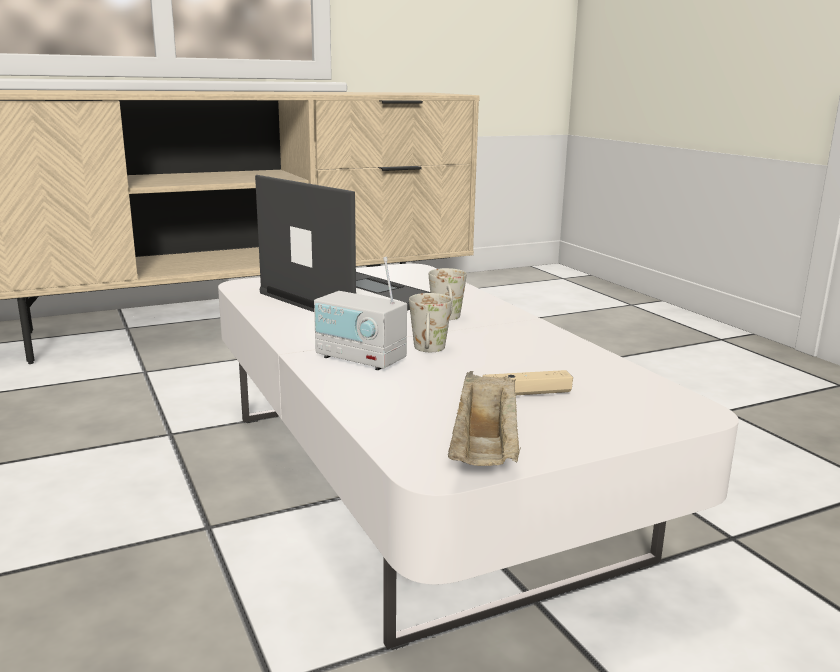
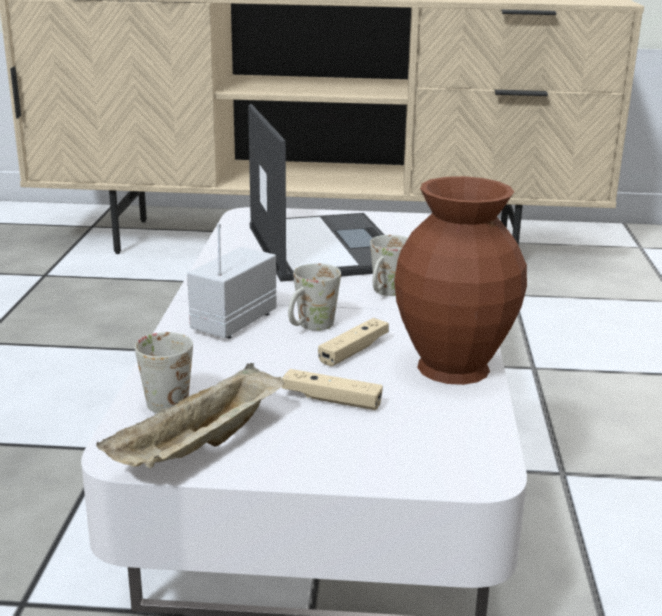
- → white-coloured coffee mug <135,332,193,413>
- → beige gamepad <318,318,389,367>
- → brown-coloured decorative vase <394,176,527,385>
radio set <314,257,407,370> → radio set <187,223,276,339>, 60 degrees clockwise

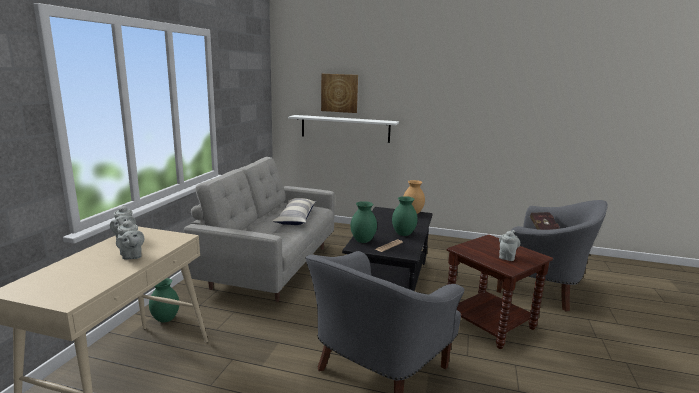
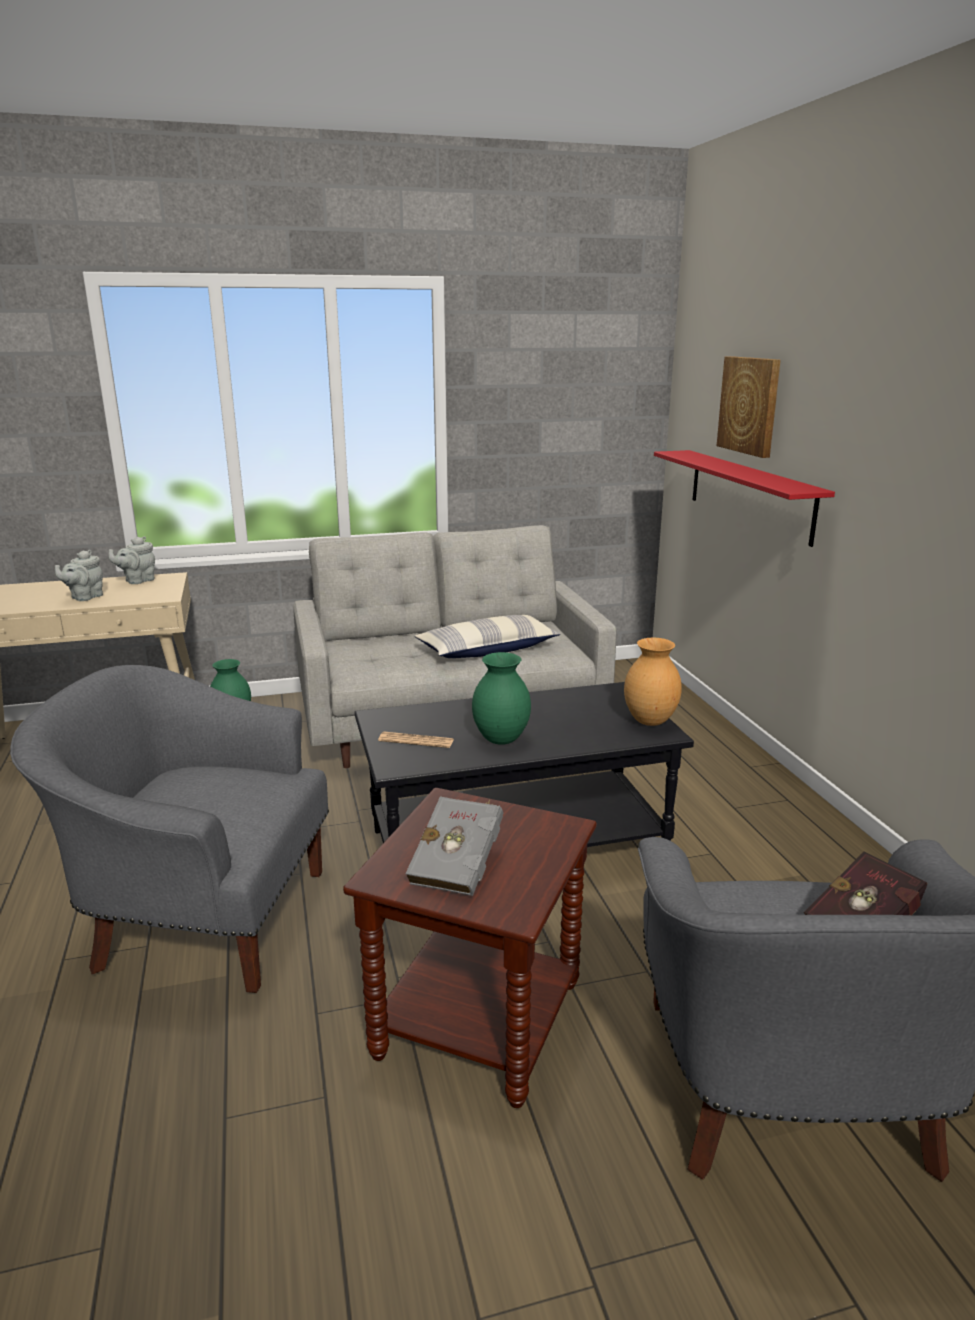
greenish decorative vase <351,201,377,243> → -
gray pot for tea <499,230,520,261> → gray bound book <405,797,503,896>
white-coloured wall shelf <288,115,399,143> → red wall shelf <654,450,835,547>

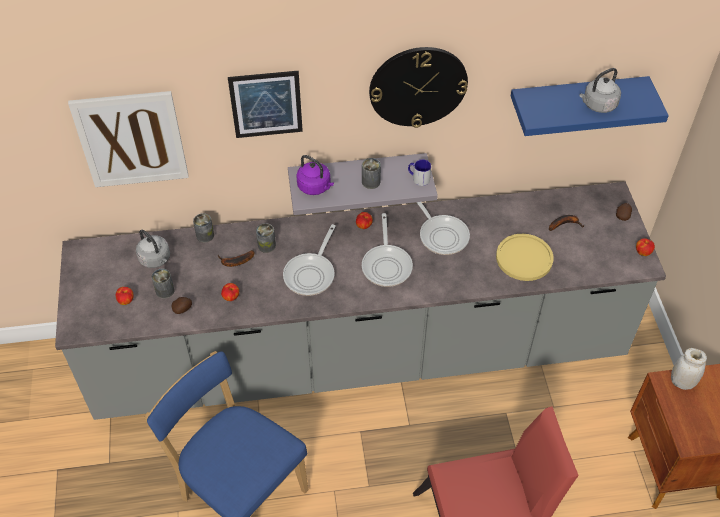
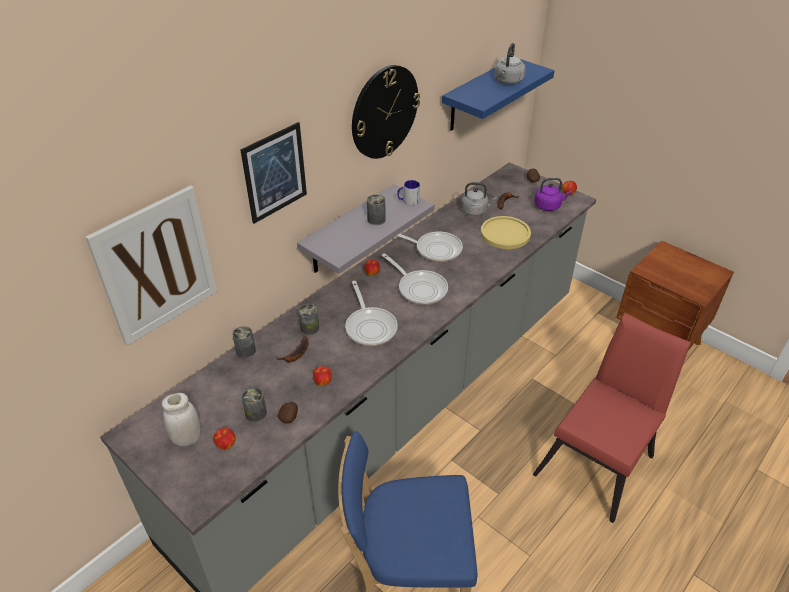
gray tea kettle <136,229,170,268> → gray tea kettle <461,182,497,216>, shifted
purple tea kettle <296,155,334,195> → purple tea kettle <534,178,572,211>, shifted
white-coloured preserve jar <671,348,707,390> → white-coloured preserve jar <162,393,201,446>, shifted

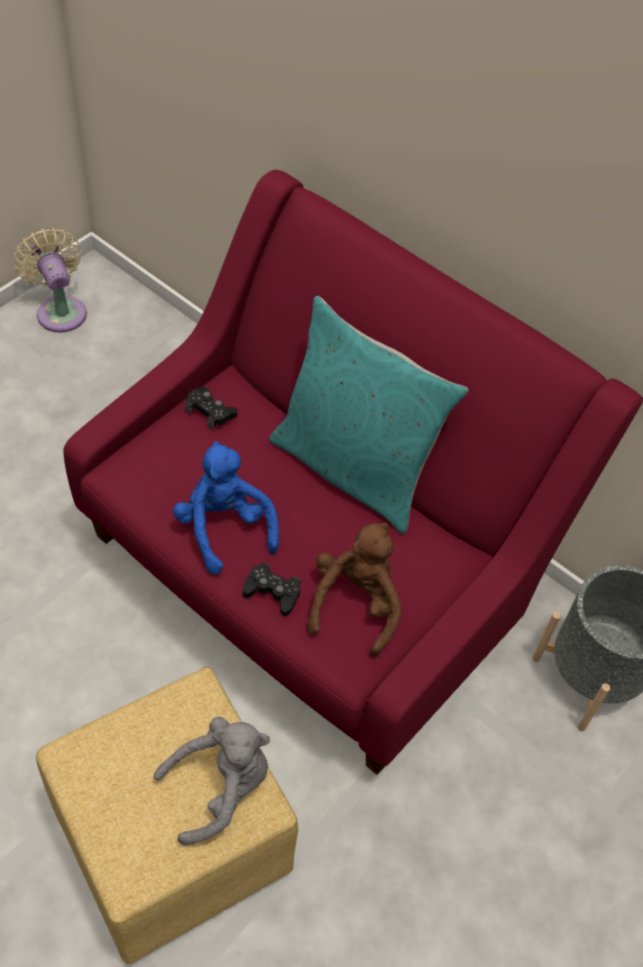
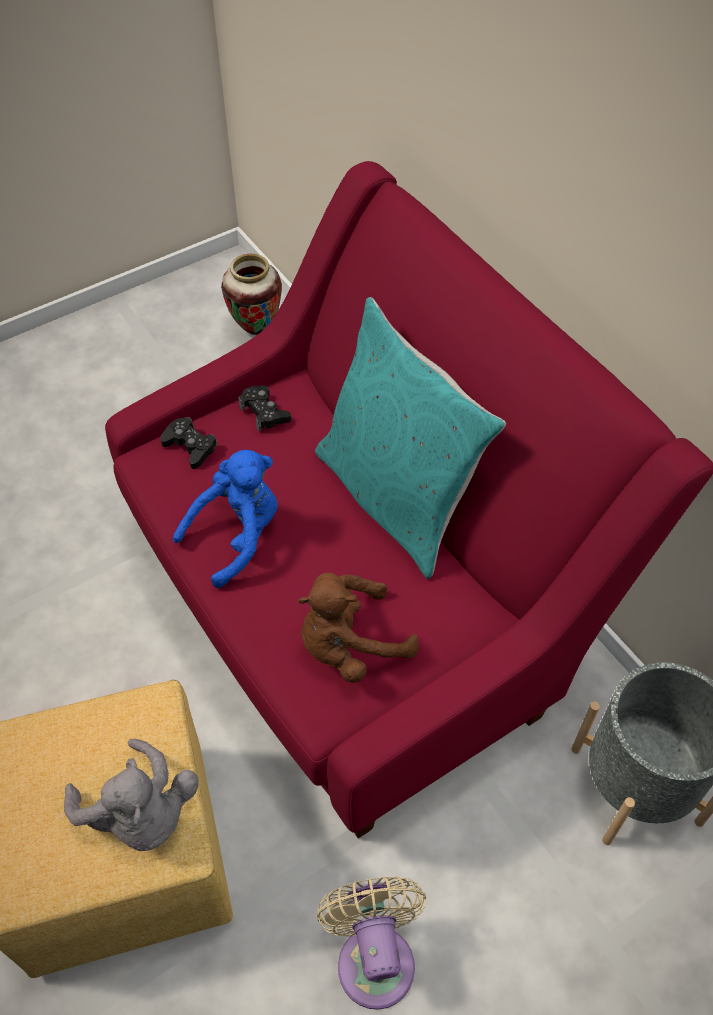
- → decorative vase <221,253,282,335>
beige electric fan <14,228,87,333> → beige electric fan <317,876,426,1010>, shifted
black-coloured gamepad <242,563,301,616> → black-coloured gamepad <160,417,218,469>, shifted
gray cuddly toy <154,717,270,845> → gray cuddly toy <64,739,199,851>, 60 degrees clockwise
bluish cuddly toy <173,441,279,574> → bluish cuddly toy <173,450,277,588>, 60 degrees clockwise
brown-coloured cuddly toy <307,522,402,657> → brown-coloured cuddly toy <298,573,419,683>, 150 degrees counterclockwise

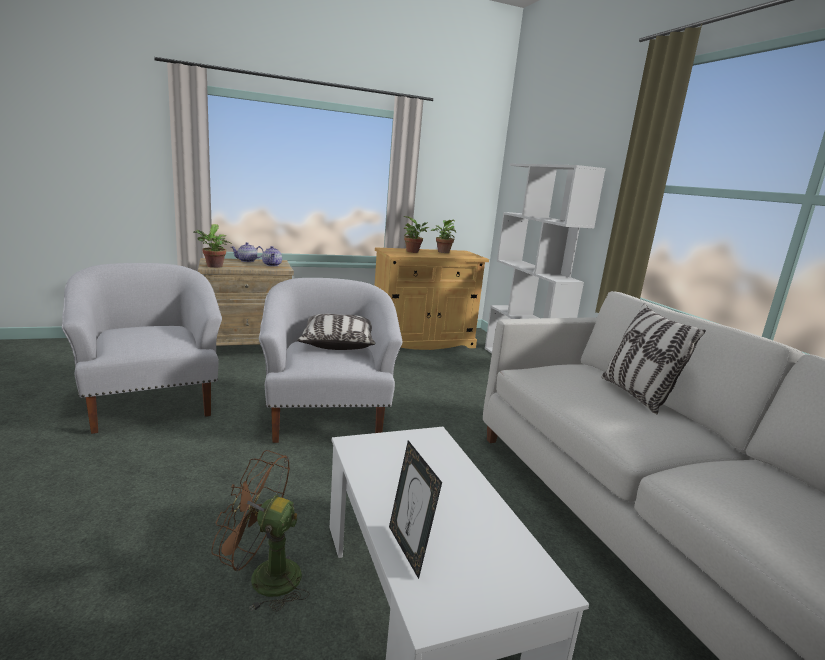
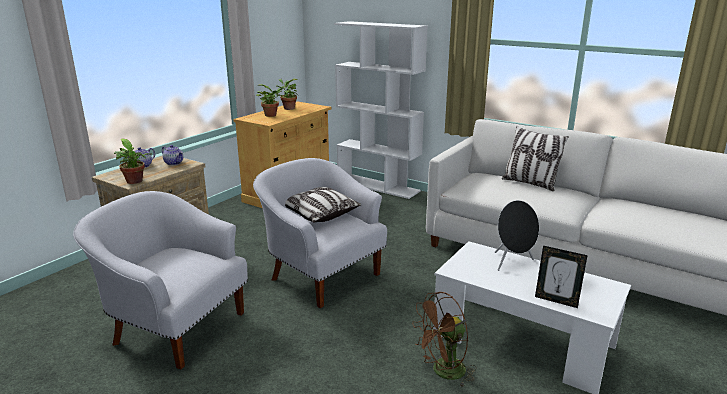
- → black-coloured speaker <495,200,539,271>

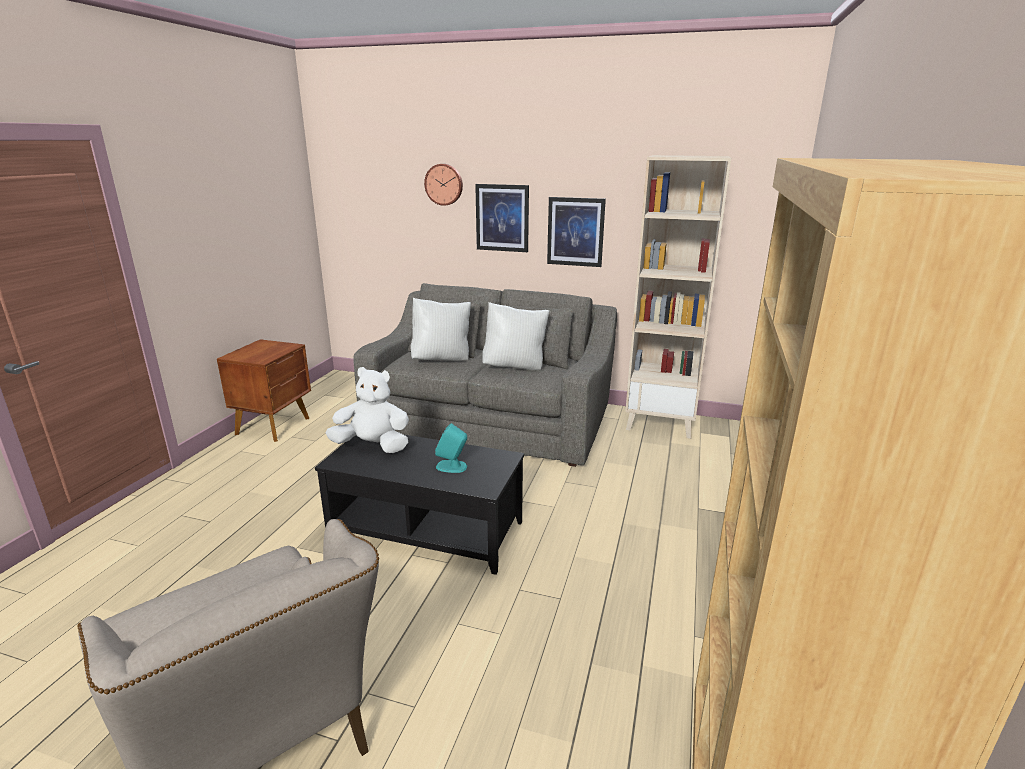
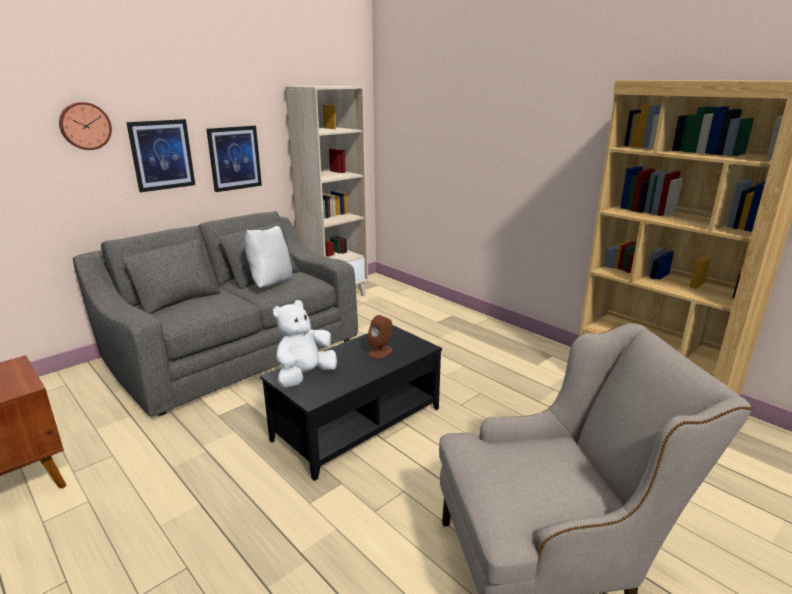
white-coloured cushion <410,298,471,361> → -
turquoise speaker <435,423,467,473> → brown-coloured speaker <367,315,393,358>

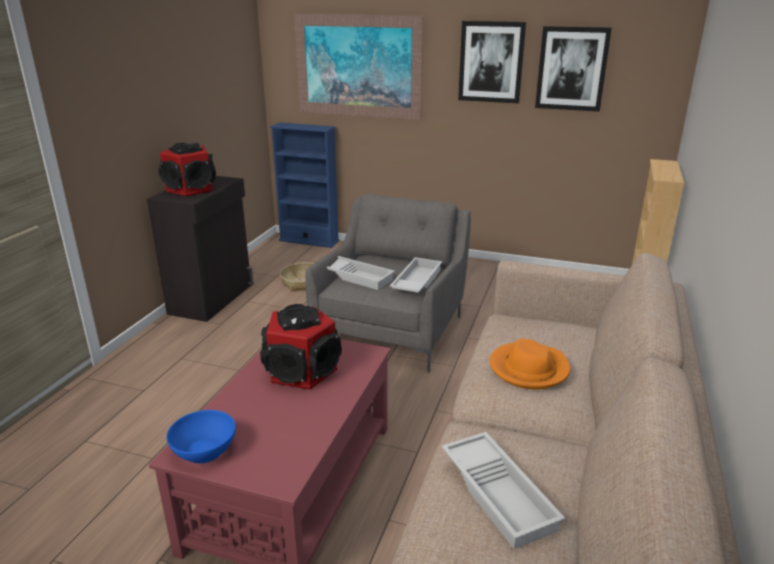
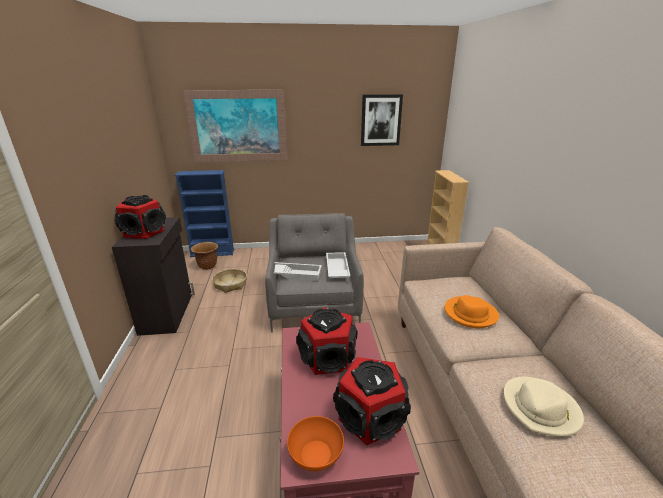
wall picture <458,21,526,103> → -
- → brown-coloured flower pot <191,242,218,270>
- → speaker <333,357,411,445>
white-coloured serving tray <442,432,565,549> → beige clothing hat <504,377,584,437>
bluish deep dish <167,410,236,463> → orange-coloured deep dish <287,416,344,471>

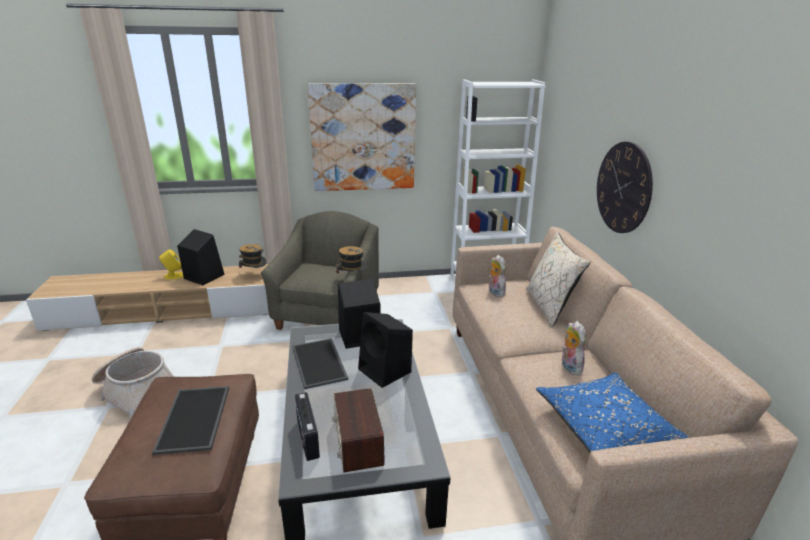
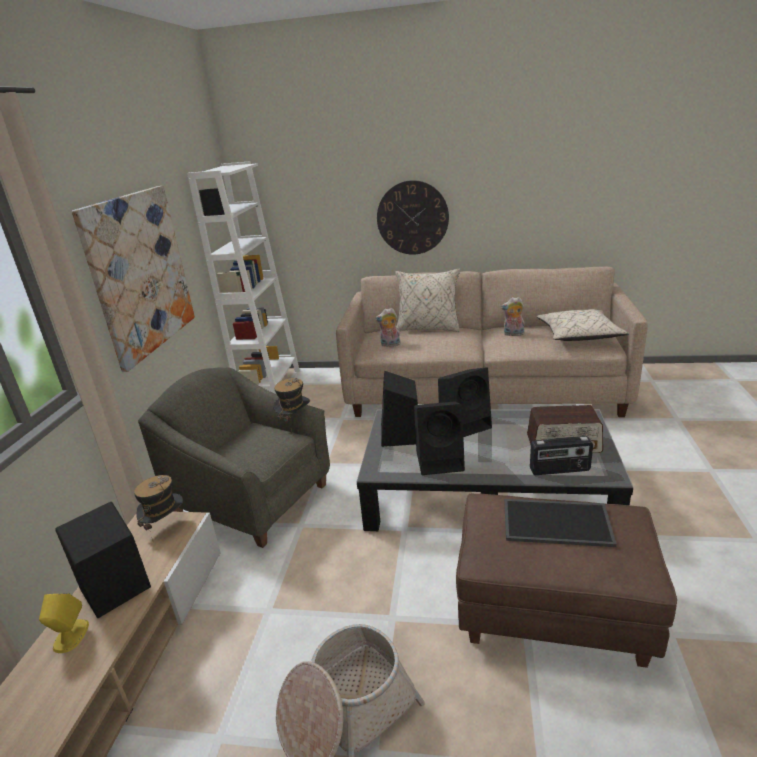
serving tray <292,338,348,389> → black-coloured speaker <414,401,465,475>
bluish cushion <536,373,689,453> → beige cushion <537,309,629,341>

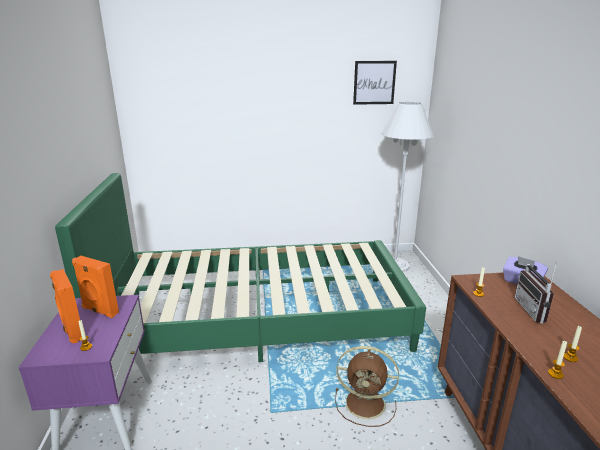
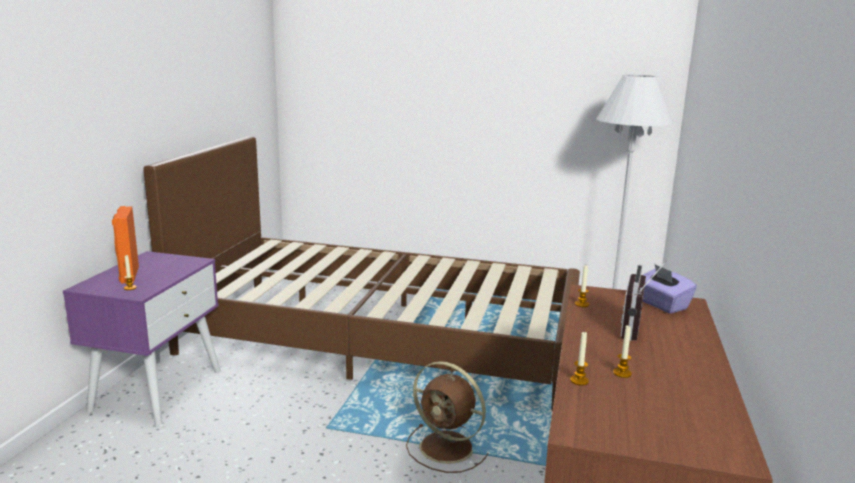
orange-coloured speaker <72,256,119,318> → -
wall picture <353,61,397,105> → -
greenish sleeping bed <55,173,426,362> → brown-coloured sleeping bed <144,136,580,411>

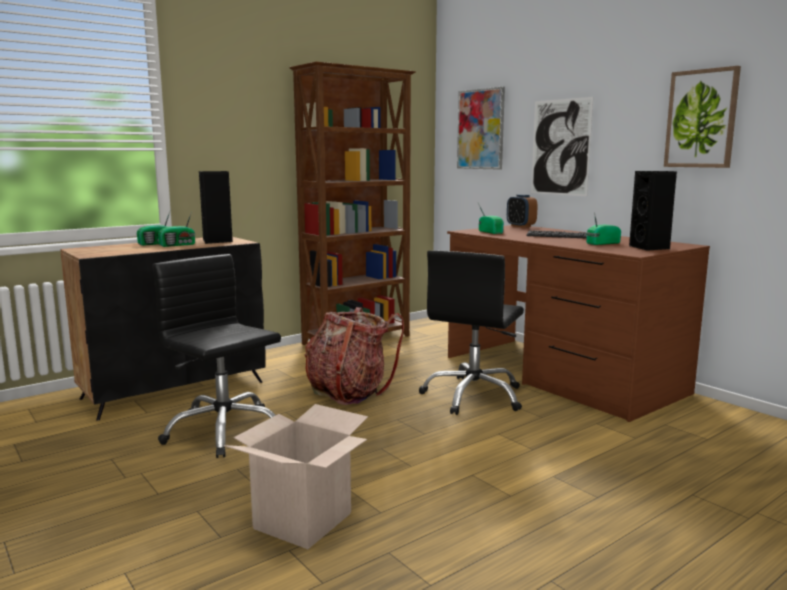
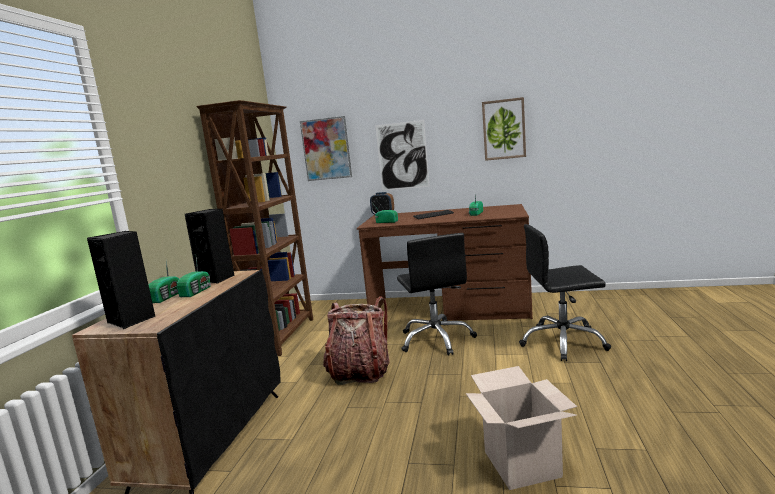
black-coloured office chair <152,254,281,458> → black-coloured office chair <519,224,611,361>, shifted
black-coloured speaker <629,171,677,251> → black-coloured speaker <87,231,155,329>, shifted

